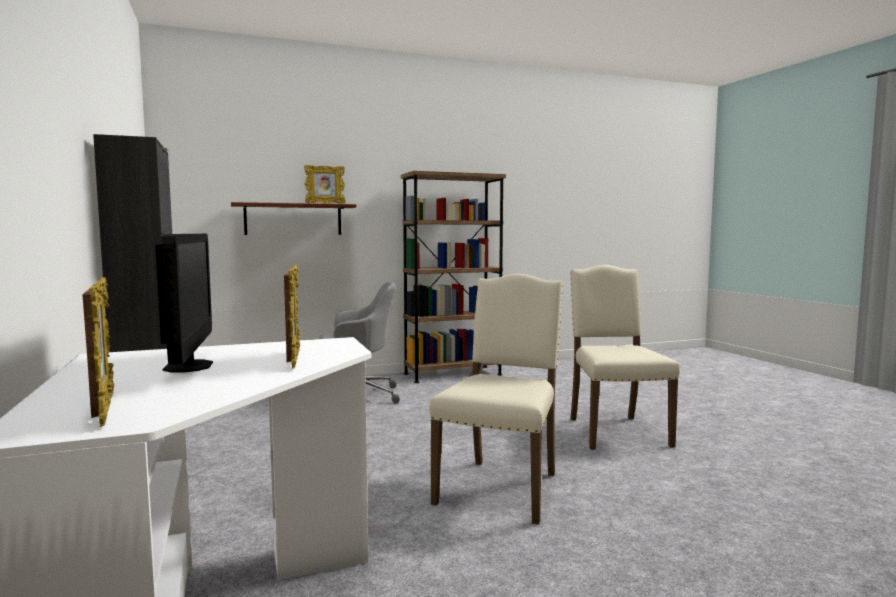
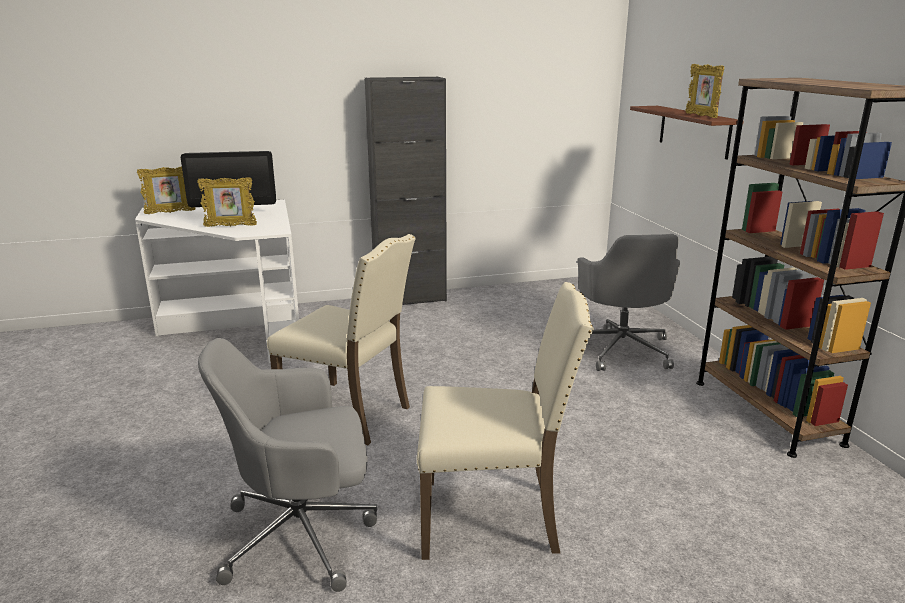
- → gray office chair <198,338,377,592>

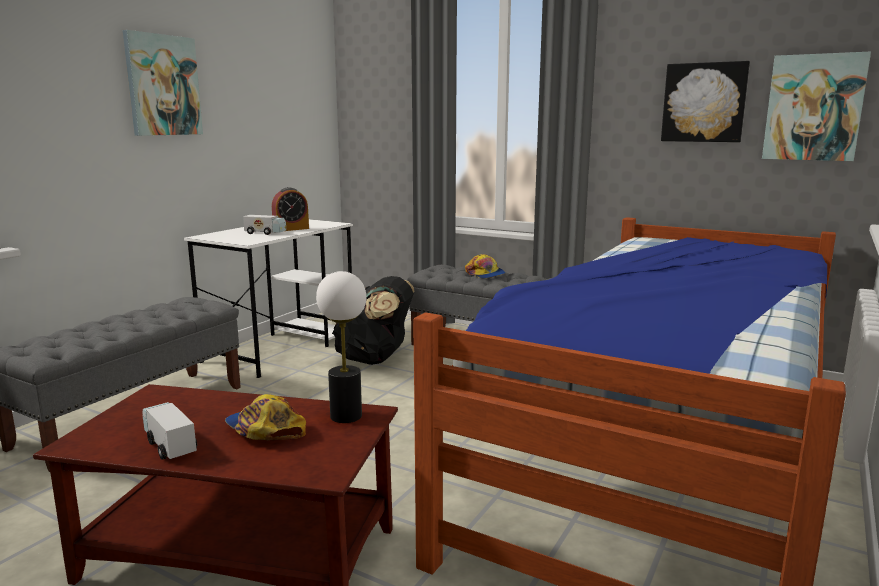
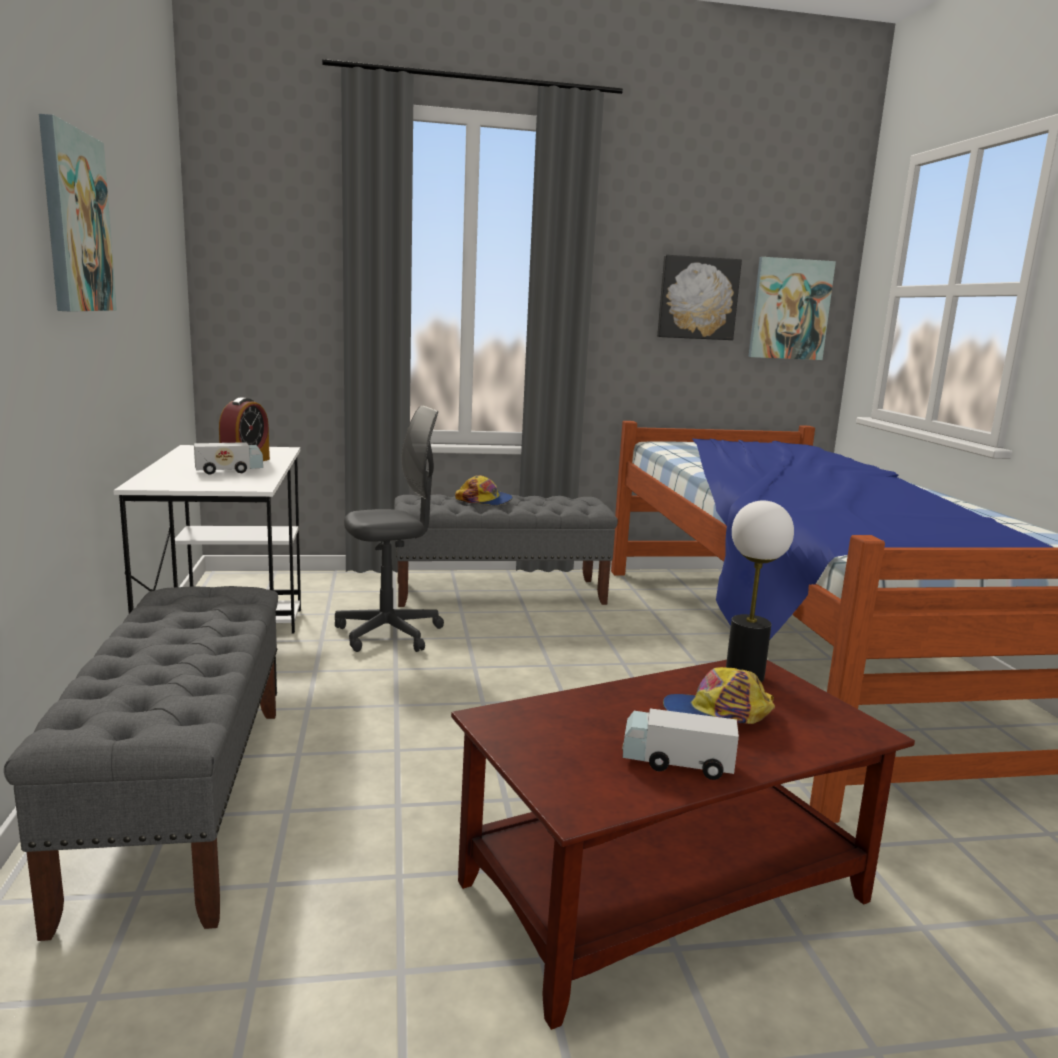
black-coloured backpack <332,276,415,365> → gray office chair <335,406,444,652>

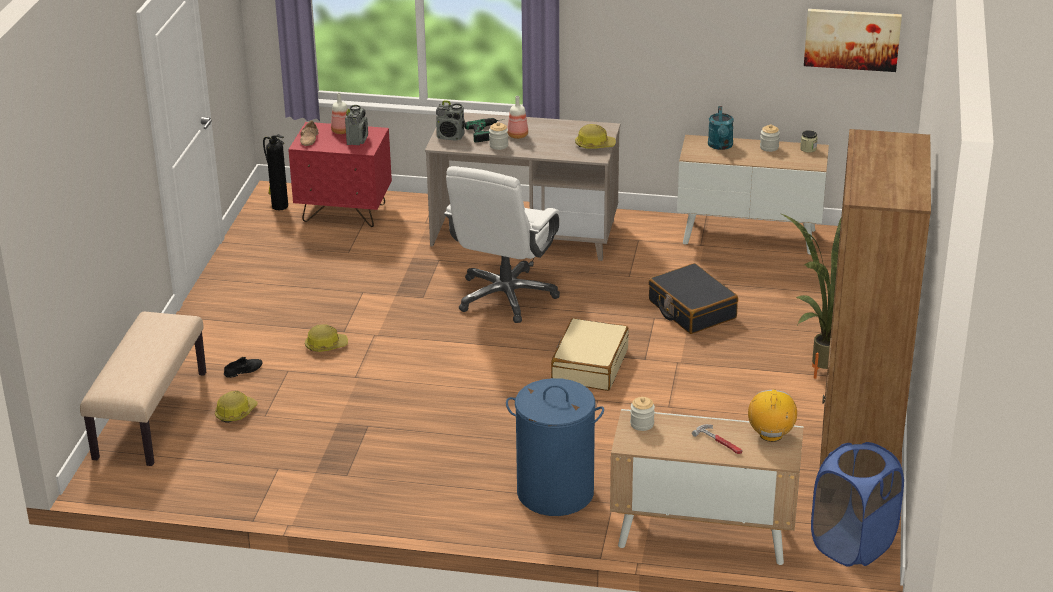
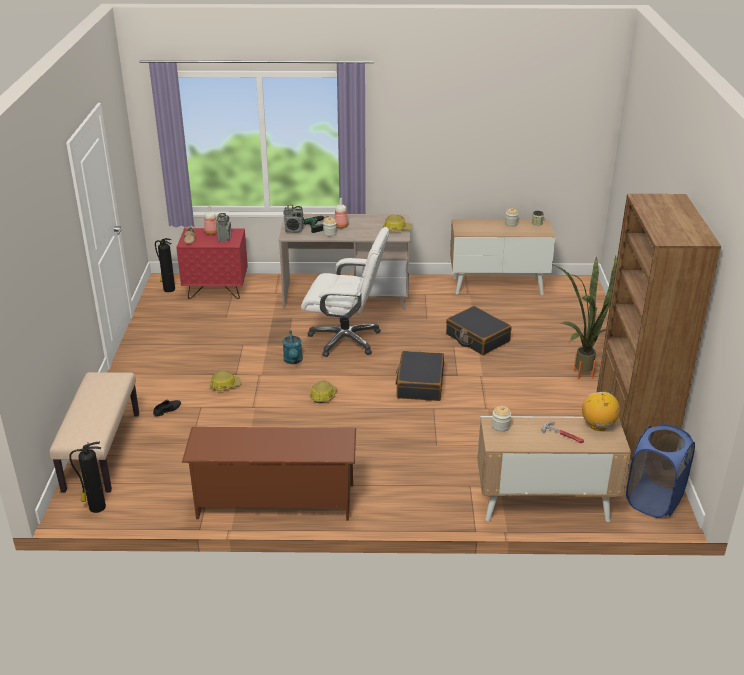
bluish washing basket <506,378,604,516> → -
wall picture <804,9,902,72> → -
- → fire extinguisher <69,442,106,513>
- → brown-coloured shoe rack <182,427,356,520>
hard hat <215,391,258,423> → hard hat <310,380,337,403>, shifted
turquoise watering pot <708,106,734,150> → turquoise watering pot <283,330,303,364>, shifted
beige suitcase <551,318,629,391> → black-coloured suitcase <396,351,444,401>
white-coloured office chair <444,166,561,323> → white-coloured office chair <301,227,389,357>, 90 degrees counterclockwise

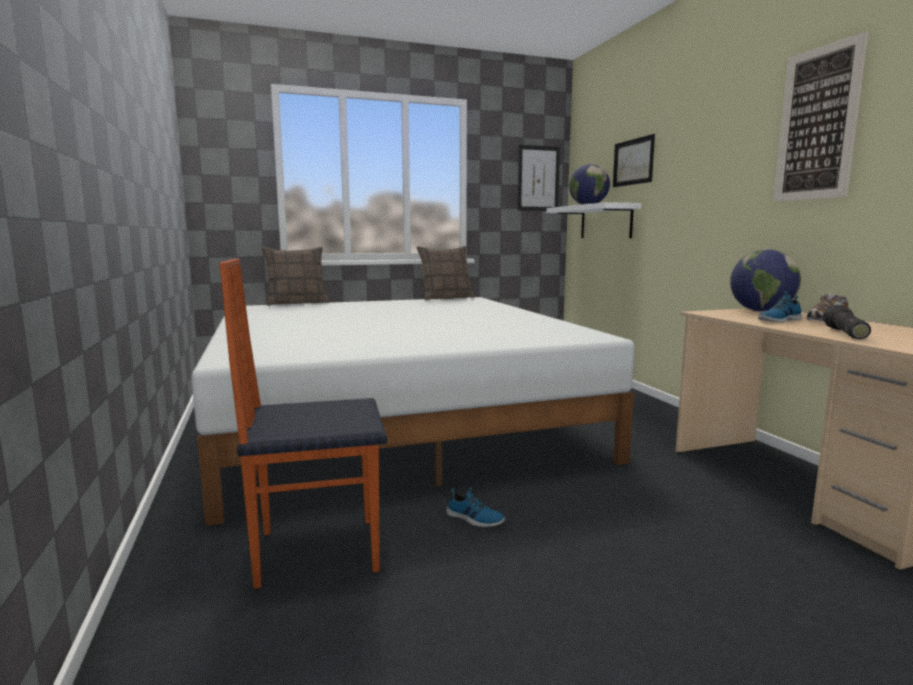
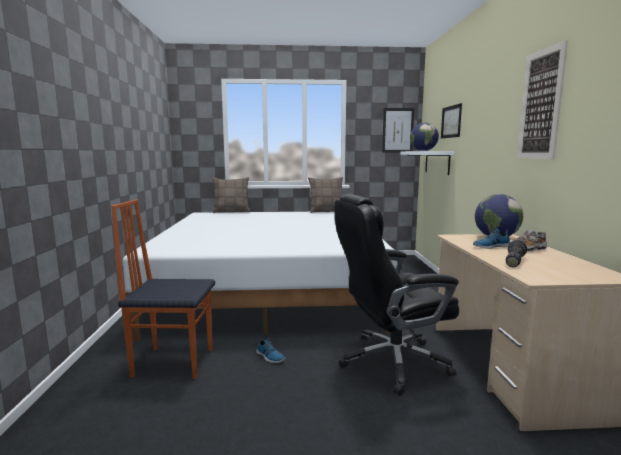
- → black-coloured office chair <334,194,459,396>

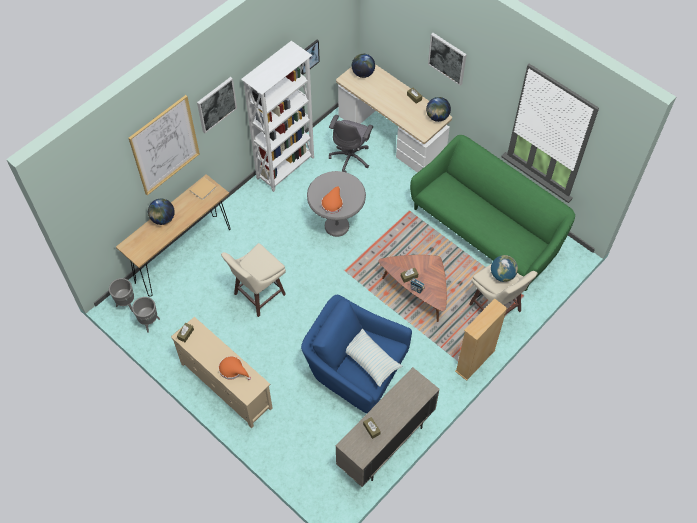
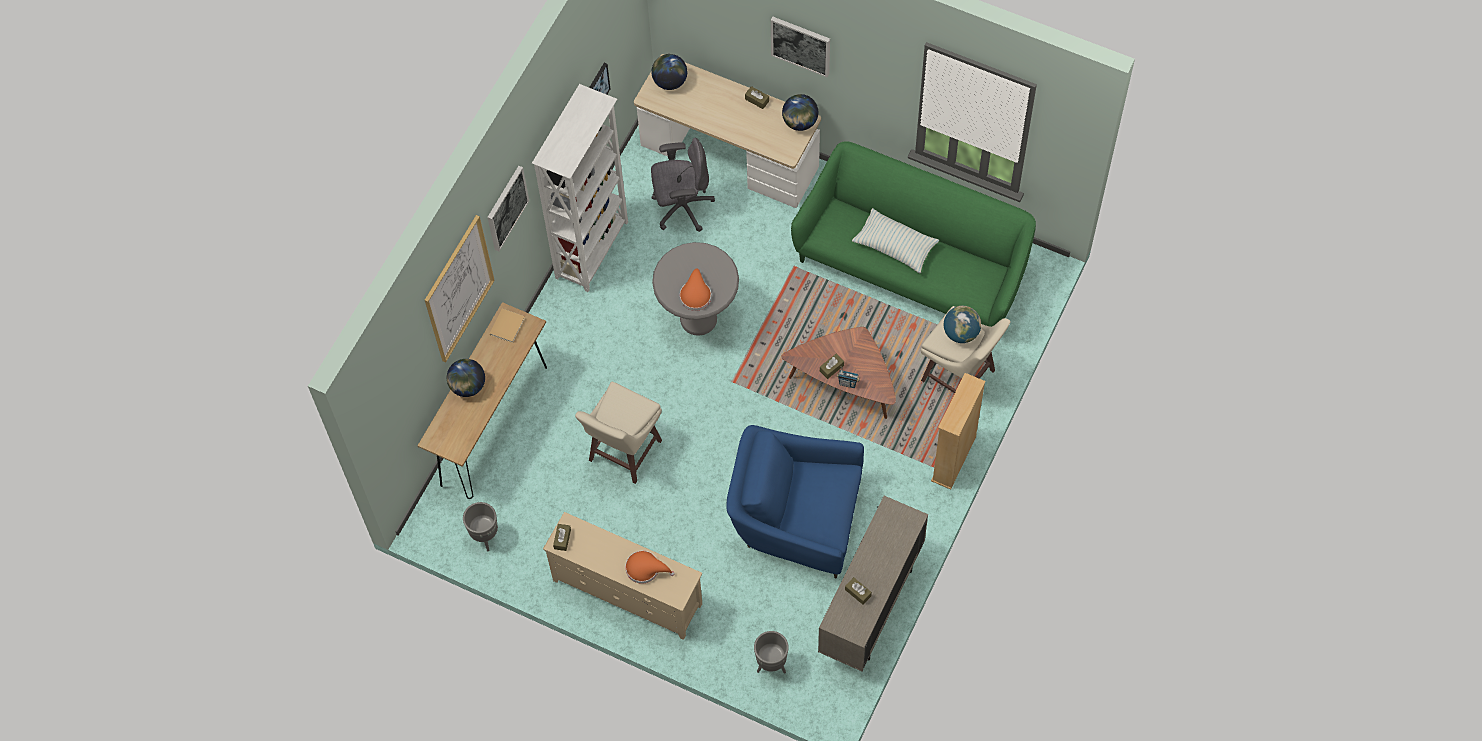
gray flower pot <109,278,134,312> → gray flower pot <754,631,789,673>, shifted
cushion <346,329,402,387> → cushion <852,208,939,273>, shifted
gray office chair <329,115,373,172> → gray office chair <651,138,715,232>, 105 degrees counterclockwise

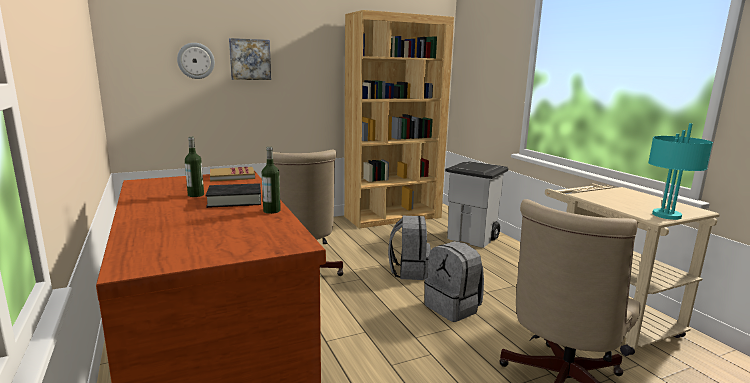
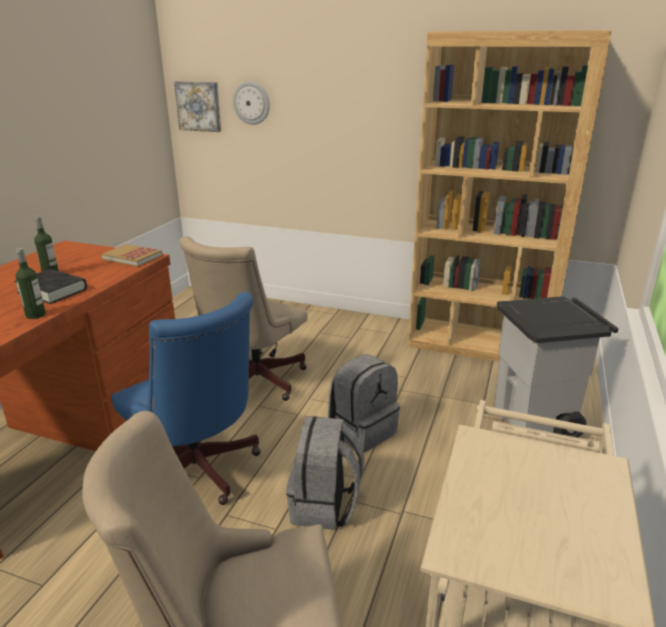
turquoise table lamp <648,123,713,220> → -
- → bluish office chair <111,292,261,505>
wall picture <229,38,271,80> → wall picture <174,81,221,132>, shifted

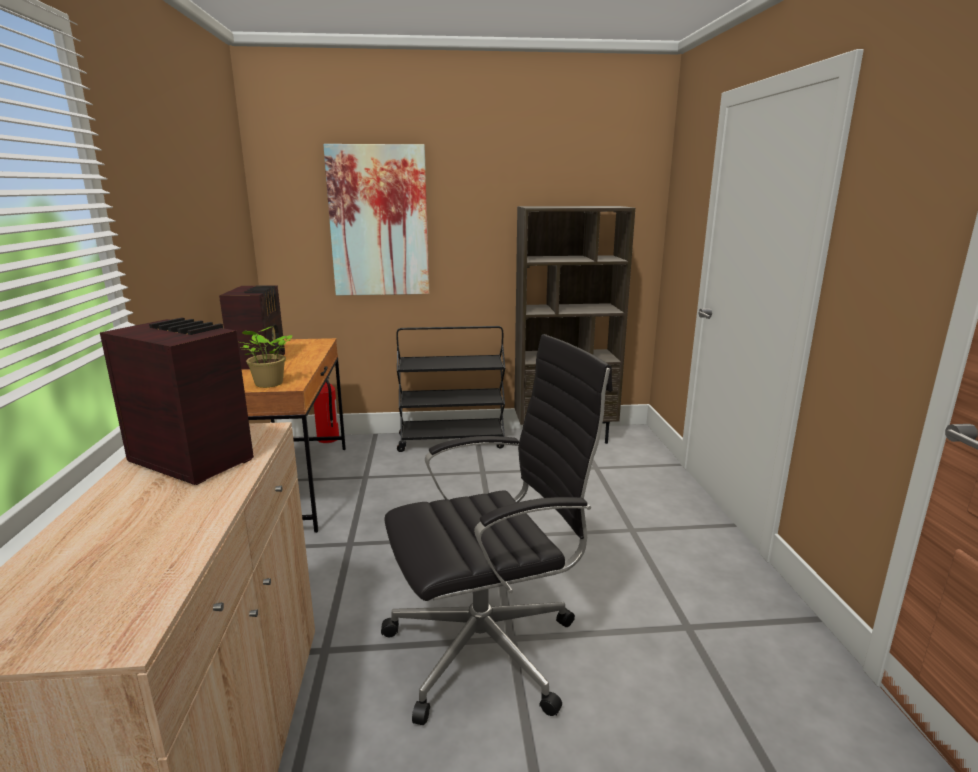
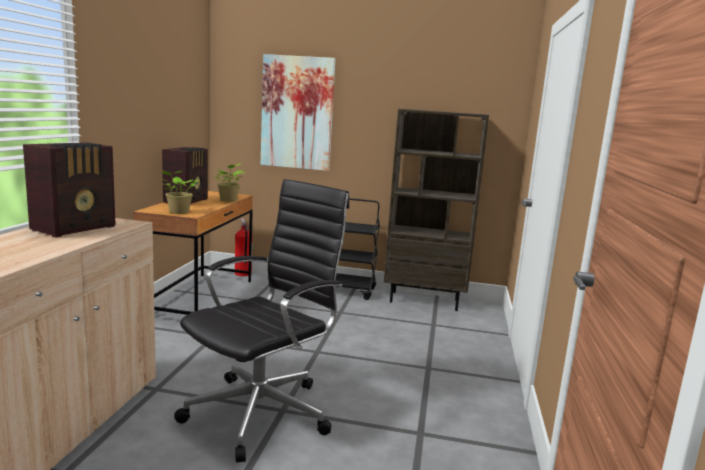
- → plant in a pot <214,163,246,202>
radio set <100,318,254,485> → radio set <23,142,116,237>, 75 degrees clockwise
black-coloured office chair <381,334,612,725> → black-coloured office chair <174,179,349,462>, 45 degrees counterclockwise

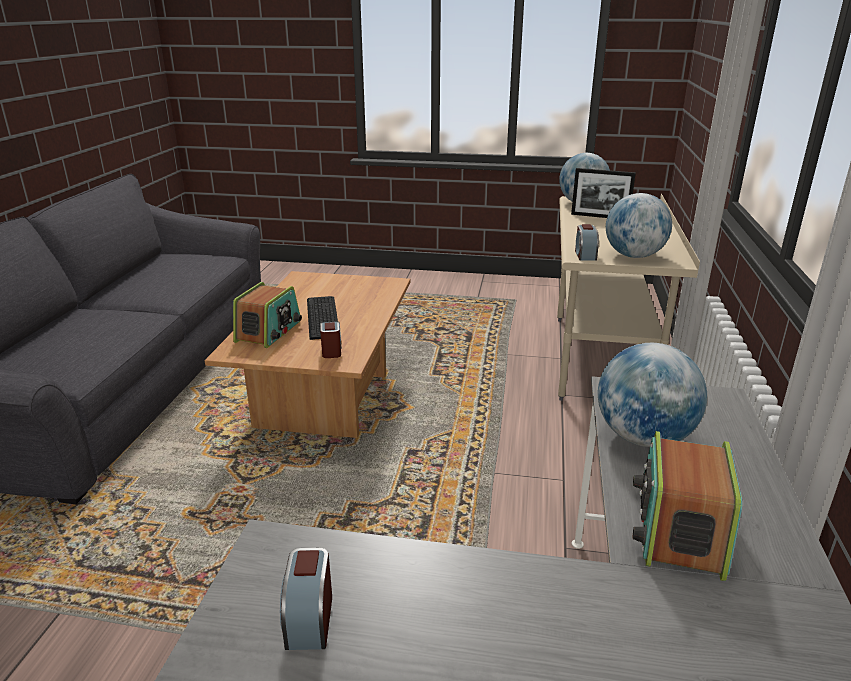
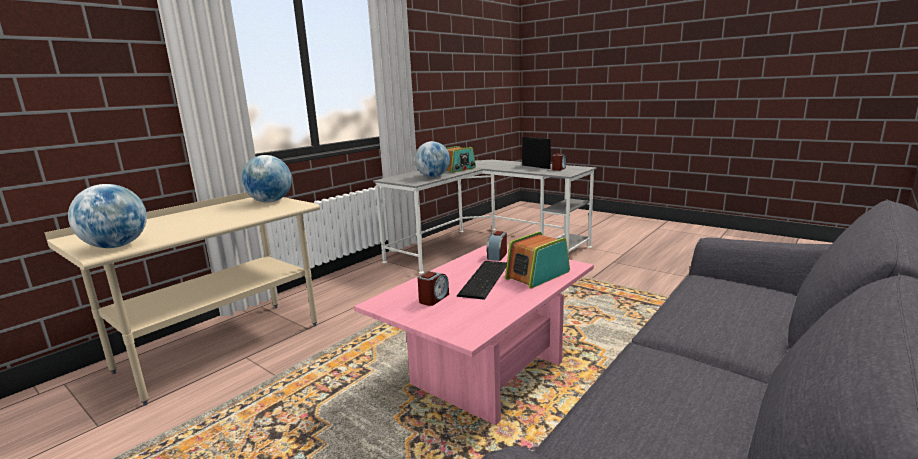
picture frame <571,168,636,218> → picture frame <522,137,551,169>, shifted
table clock <575,224,599,261> → table clock <418,271,449,306>, shifted
brown-coloured coffee table <204,271,411,438> → pink-coloured coffee table <354,245,594,425>

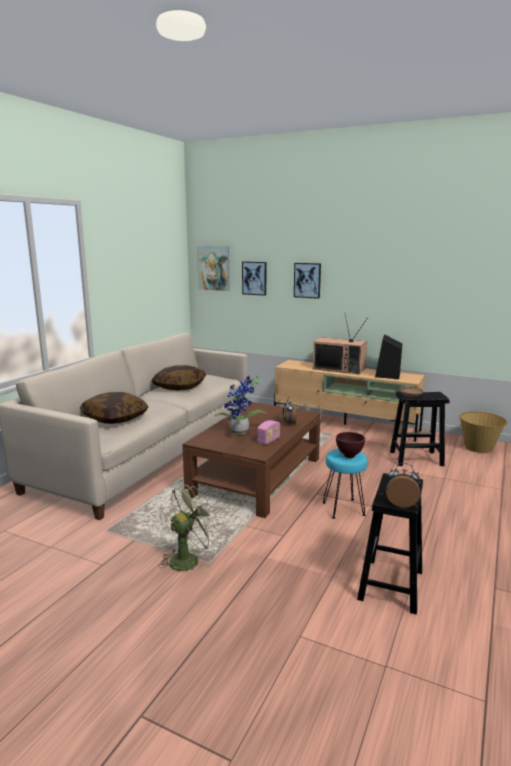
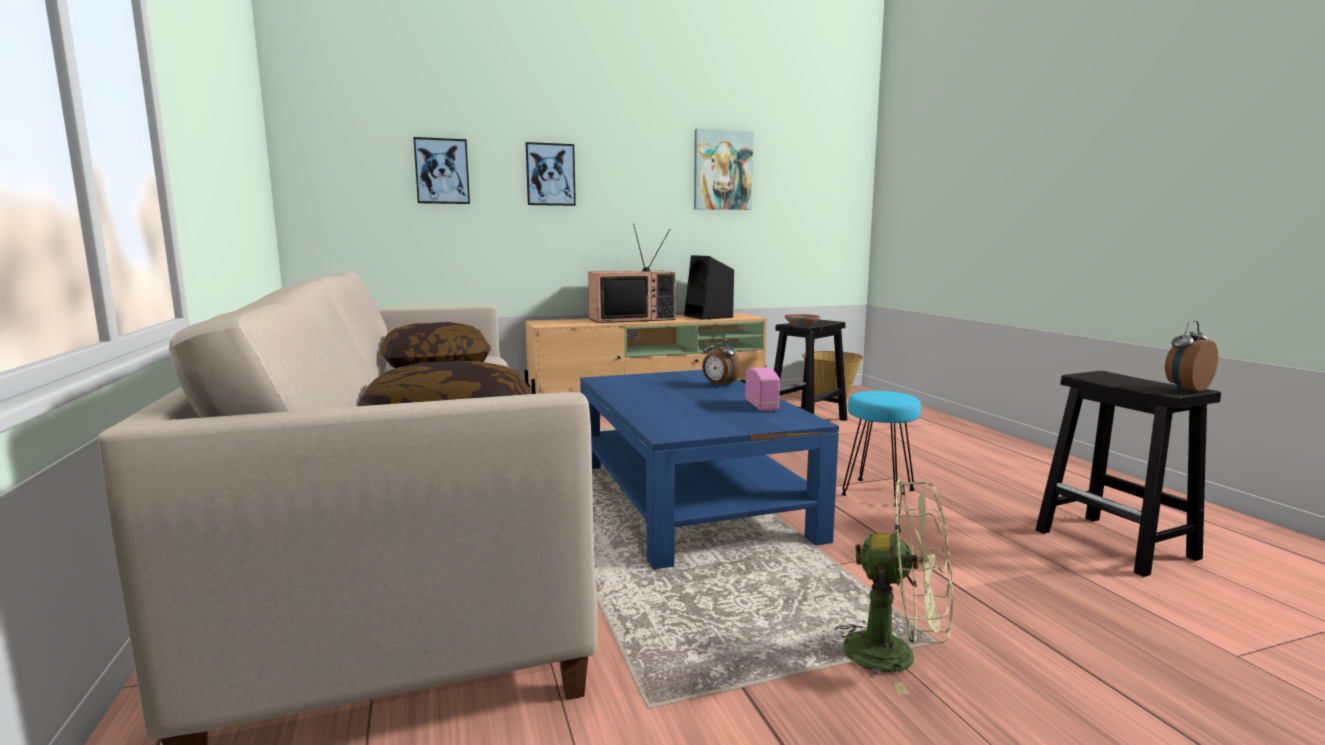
plant in a pot <214,375,268,435> → -
brown-coloured deep dish <336,432,365,458> → -
wall picture <197,246,230,291> → wall picture <694,129,754,210>, shifted
brown-coloured coffee table <182,402,321,518> → bluish coffee table <580,370,839,570>
greenish electric fan <159,485,219,571> → greenish electric fan <835,479,953,694>, 105 degrees clockwise

